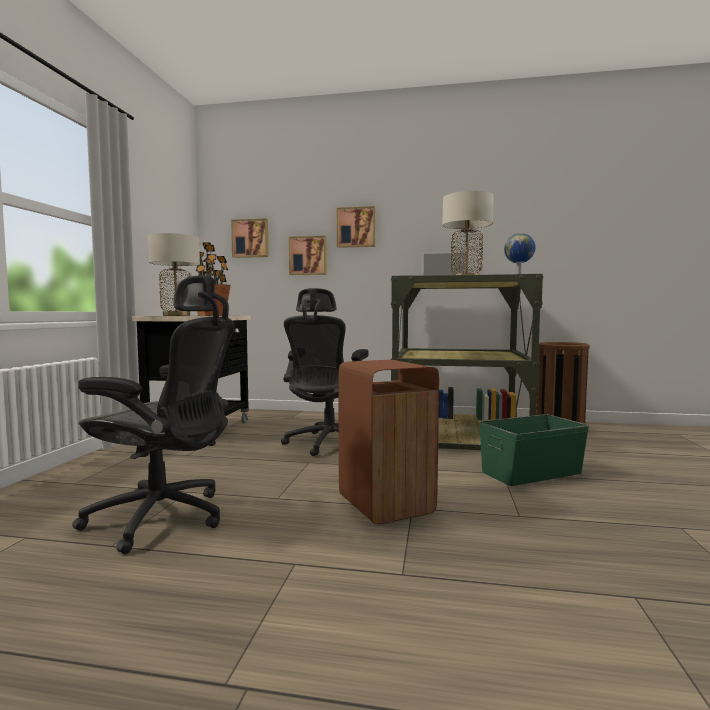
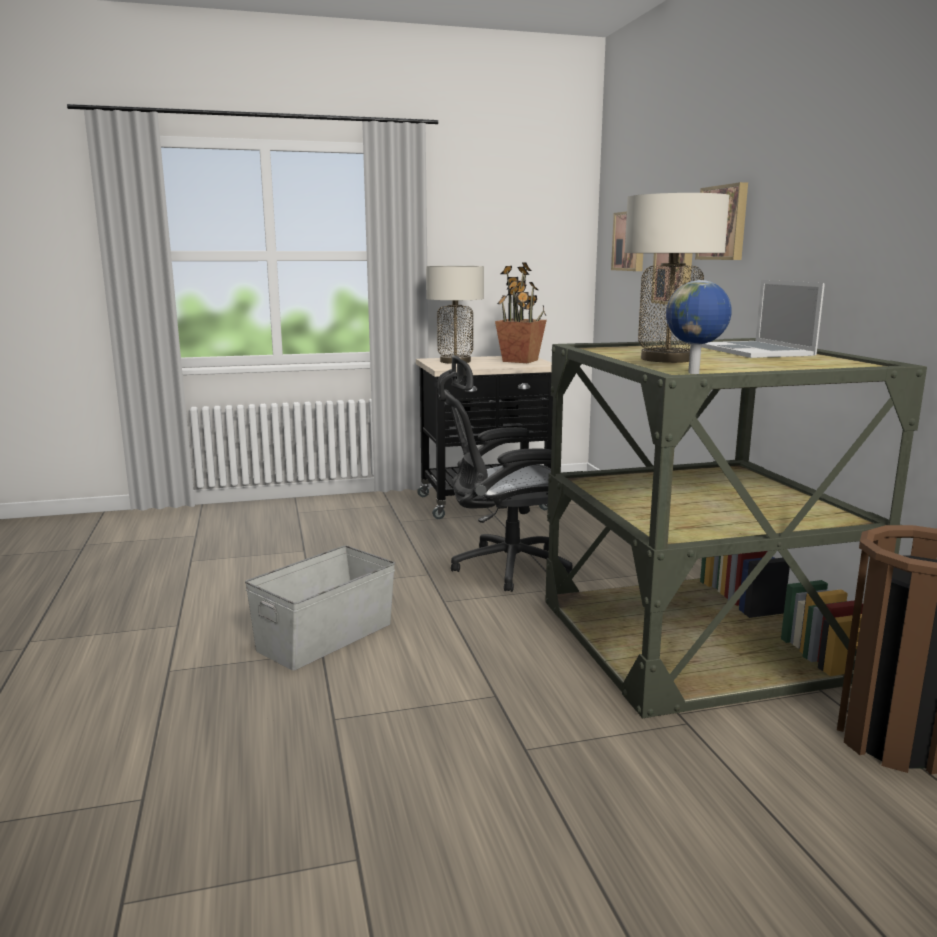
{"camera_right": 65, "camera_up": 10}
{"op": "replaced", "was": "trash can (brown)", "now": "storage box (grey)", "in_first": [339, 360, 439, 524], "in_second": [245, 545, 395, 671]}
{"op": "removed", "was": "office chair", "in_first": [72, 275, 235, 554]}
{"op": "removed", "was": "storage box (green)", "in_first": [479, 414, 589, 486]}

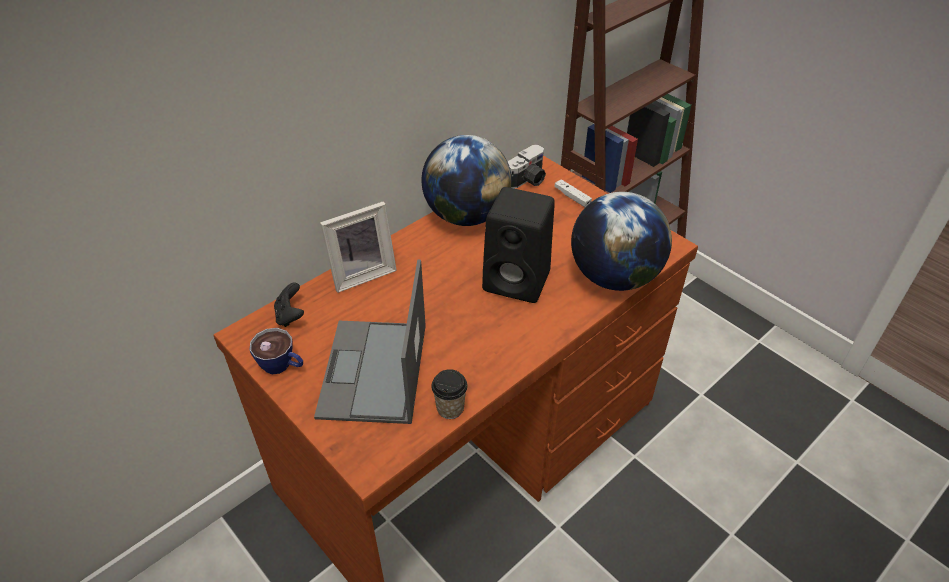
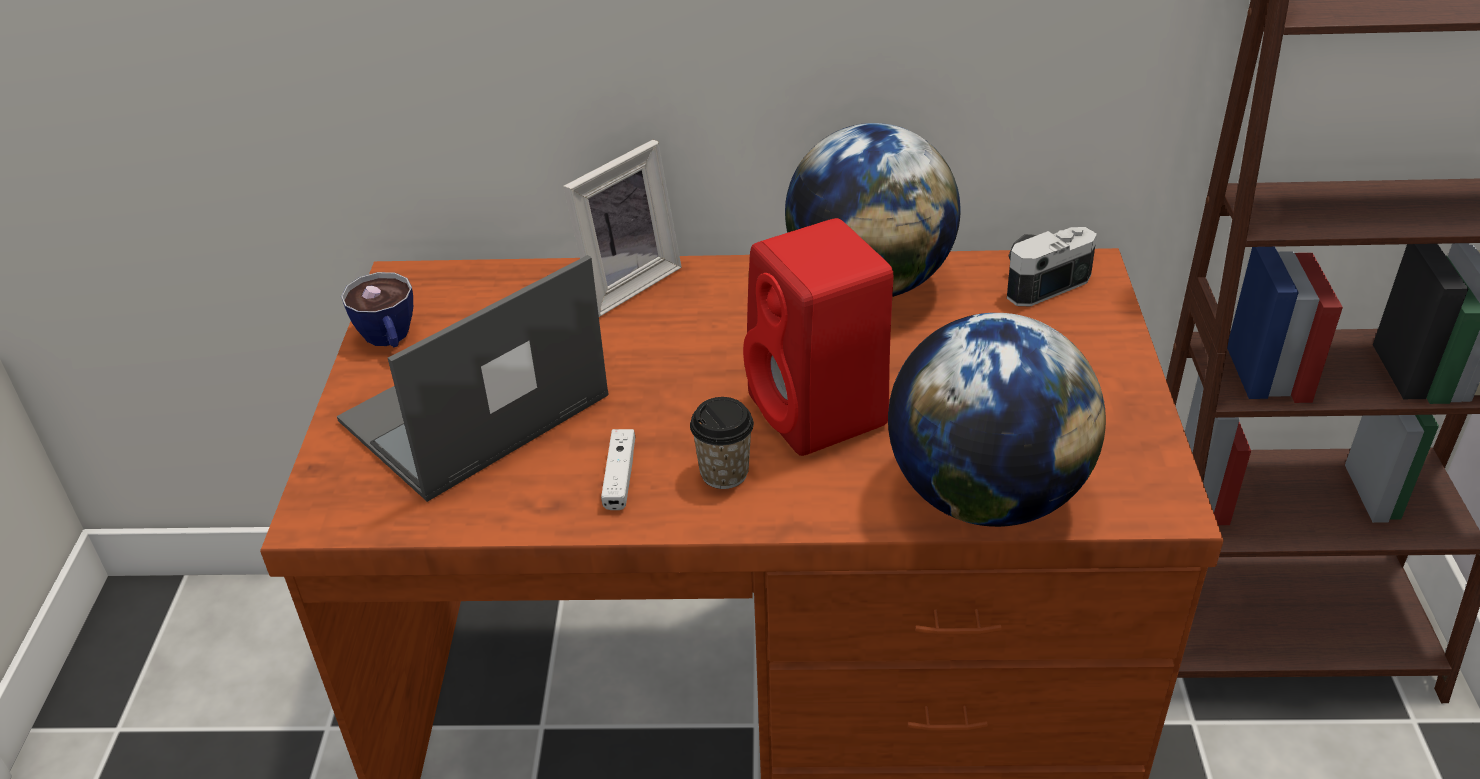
{"camera_right": 45, "camera_up": -5}
{"op": "turned", "was": "picture frame", "in_first": [320, 201, 397, 293], "in_second": [563, 140, 682, 317], "clockwise": -60}
{"op": "moved", "was": "game controller (white)", "in_first": [554, 179, 592, 207], "in_second": [601, 429, 635, 510]}
{"op": "moved", "was": "cup", "in_first": [431, 369, 468, 419], "in_second": [690, 397, 754, 489]}
{"op": "recoloured", "was": "speaker (black)", "now": "speaker (red)", "in_first": [482, 187, 555, 303], "in_second": [743, 218, 893, 456]}
{"op": "turned", "was": "photo camera", "in_first": [507, 145, 546, 188], "in_second": [1007, 227, 1097, 306], "clockwise": 150}
{"op": "removed", "was": "game controller (black)", "in_first": [274, 282, 304, 327]}

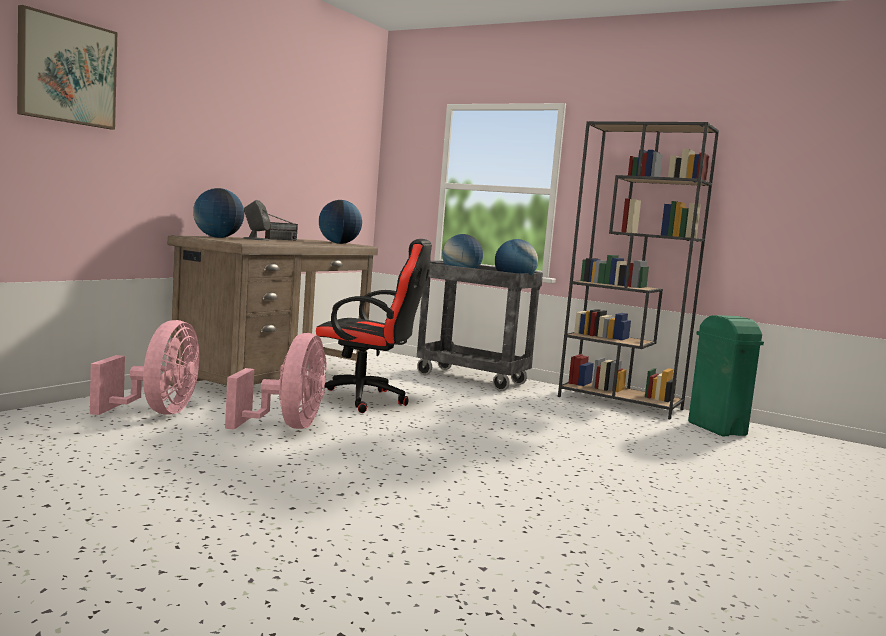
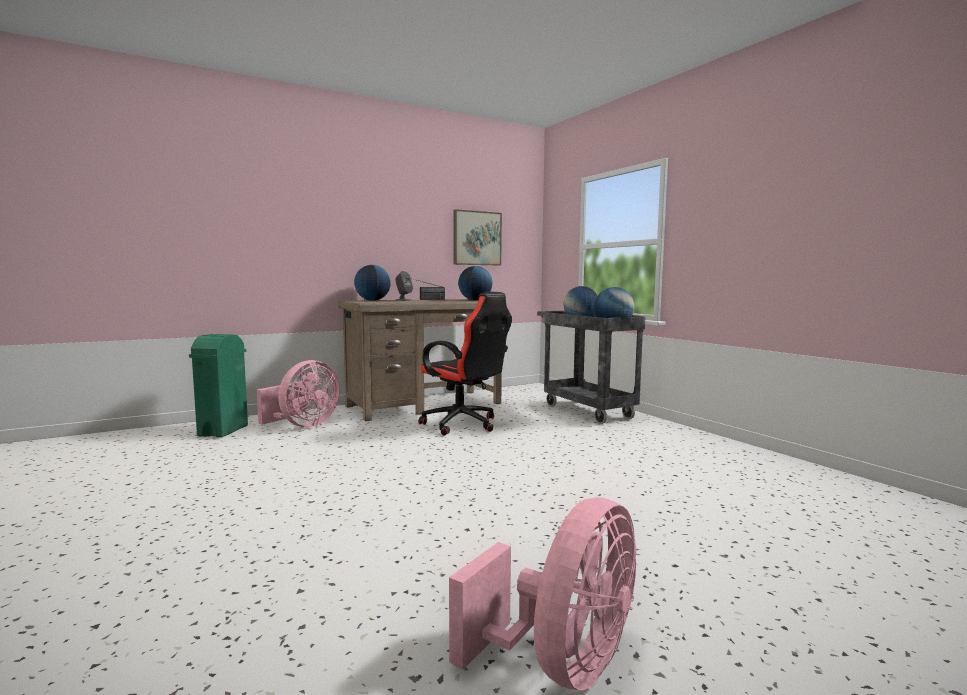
{"camera_right": 30, "camera_up": 0}
{"op": "moved", "was": "trash can (green)", "in_first": [688, 315, 764, 436], "in_second": [189, 334, 248, 438]}
{"op": "moved", "was": "fan (pink)", "in_first": [225, 333, 327, 430], "in_second": [449, 497, 636, 690]}
{"op": "moved", "was": "picture", "in_first": [17, 5, 117, 129], "in_second": [453, 209, 502, 265]}
{"op": "removed", "was": "bookcase", "in_first": [558, 121, 719, 420]}

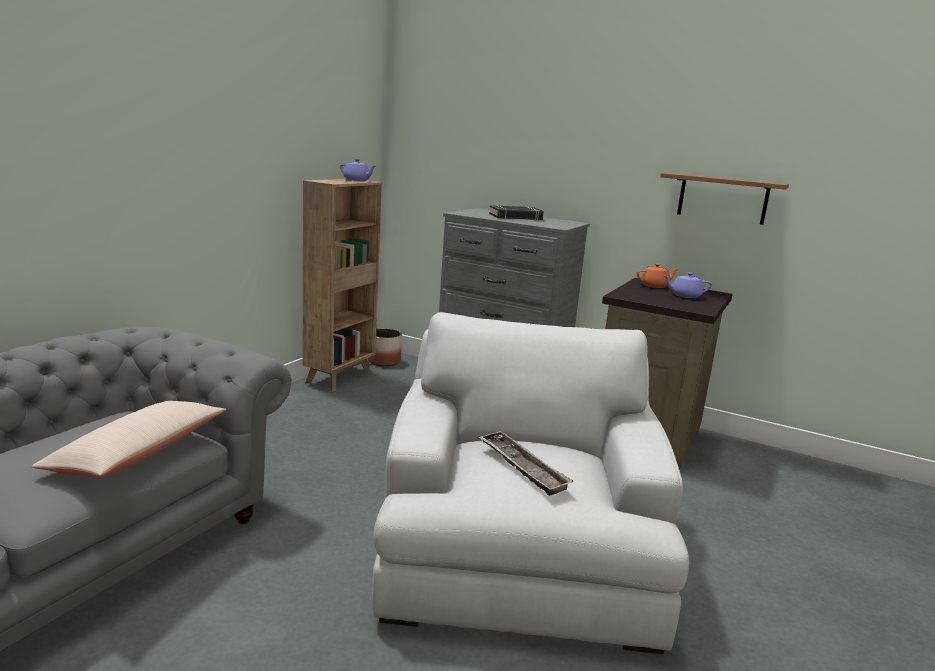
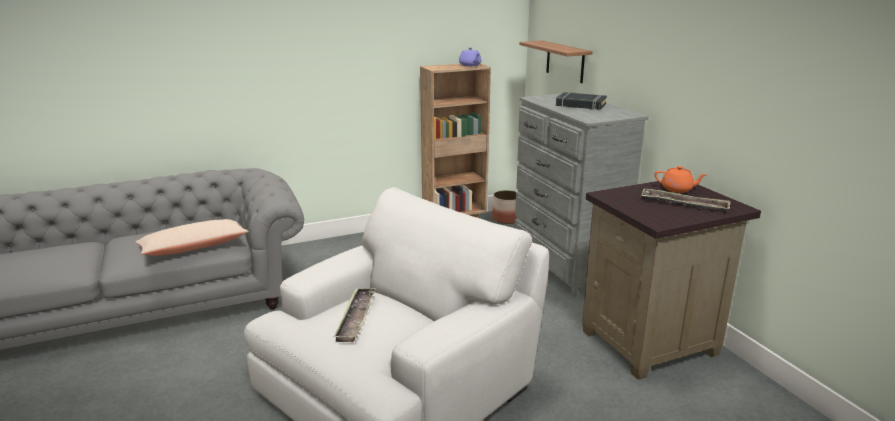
{"camera_right": 40, "camera_up": 5}
{"op": "moved", "was": "shelf", "in_first": [660, 172, 789, 225], "in_second": [519, 41, 592, 83]}
{"op": "replaced", "was": "teapot (purple)", "now": "tray", "in_first": [663, 272, 712, 298], "in_second": [641, 189, 731, 214]}

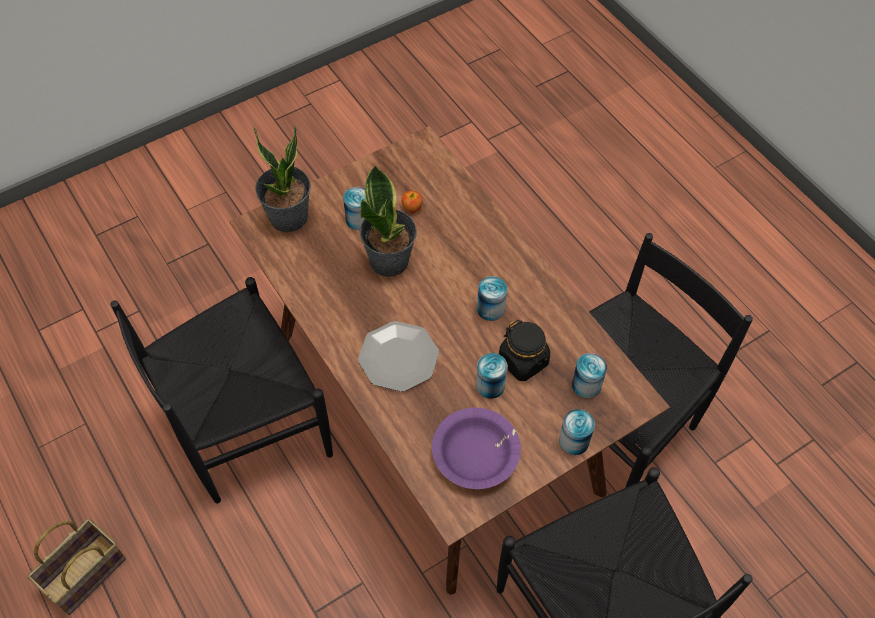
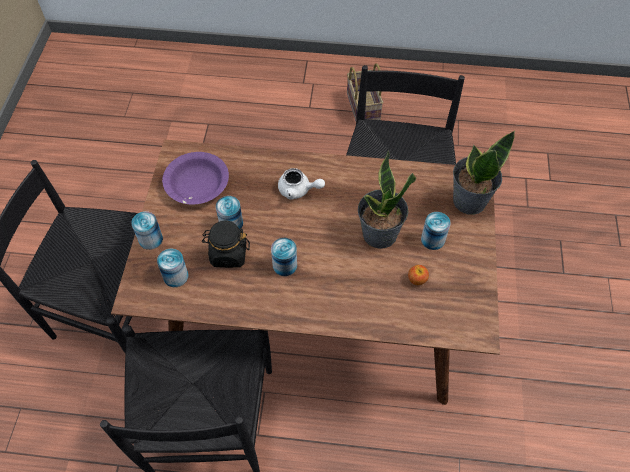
{"camera_right": 130, "camera_up": 0}
{"op": "replaced", "was": "plate", "now": "teapot (white)", "in_first": [358, 321, 439, 392], "in_second": [278, 168, 325, 200]}

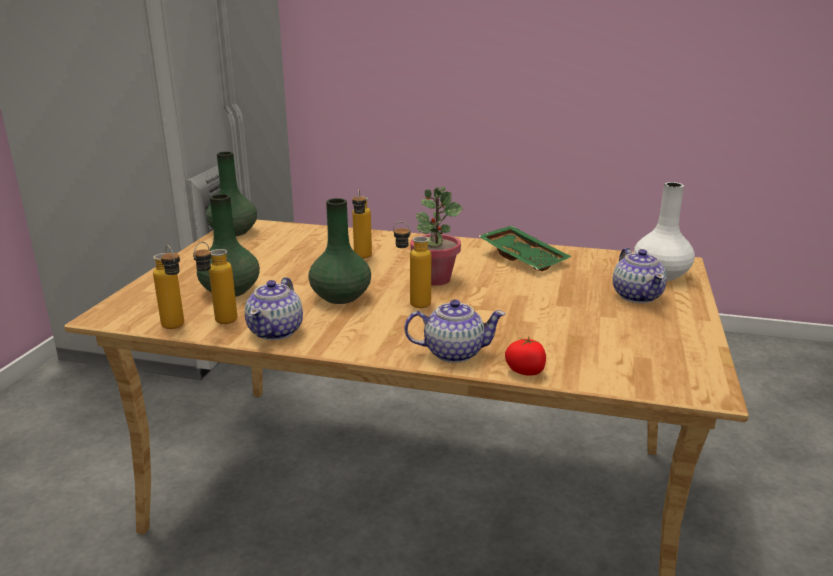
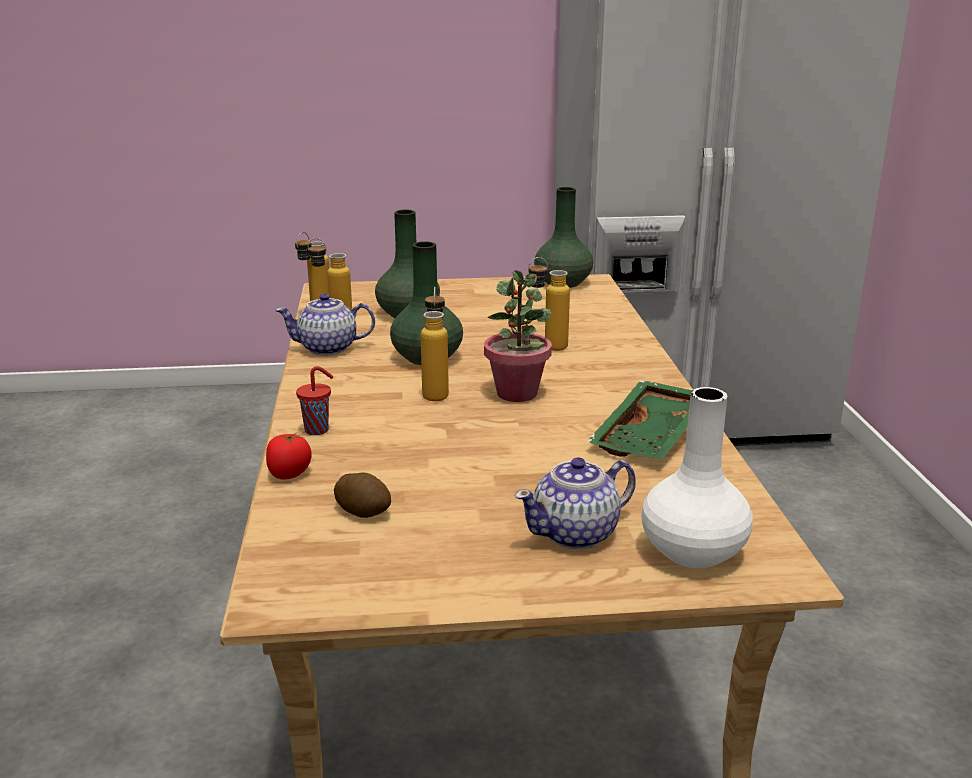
{"camera_right": 70, "camera_up": 0}
{"op": "replaced", "was": "teapot", "now": "cup (red)", "in_first": [404, 299, 506, 363], "in_second": [296, 366, 333, 435]}
{"op": "added", "now": "potato", "in_second": [334, 473, 391, 518]}

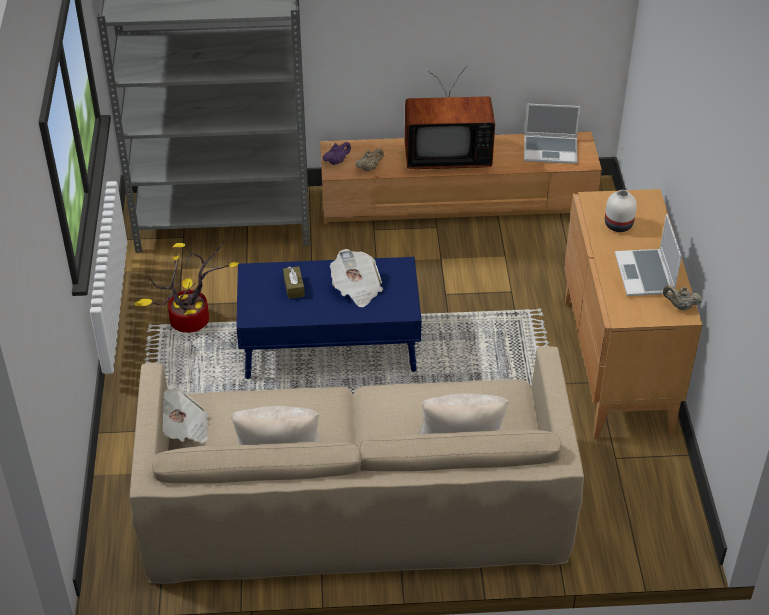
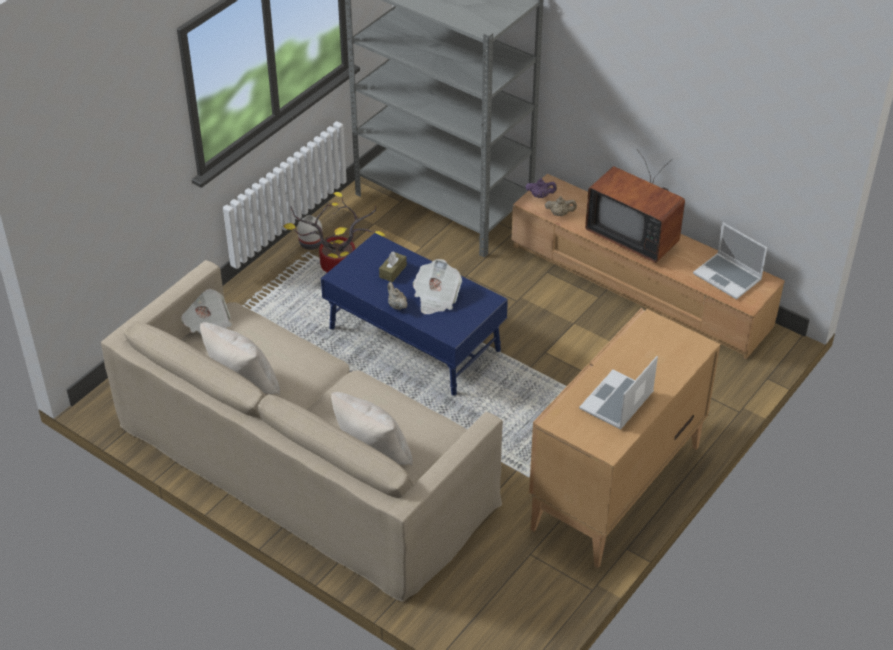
{"camera_right": 40, "camera_up": 0}
{"op": "moved", "was": "vase (white)", "in_first": [605, 190, 637, 232], "in_second": [298, 215, 322, 250]}
{"op": "moved", "was": "teapot (beige)", "in_first": [663, 285, 702, 311], "in_second": [388, 282, 408, 310]}

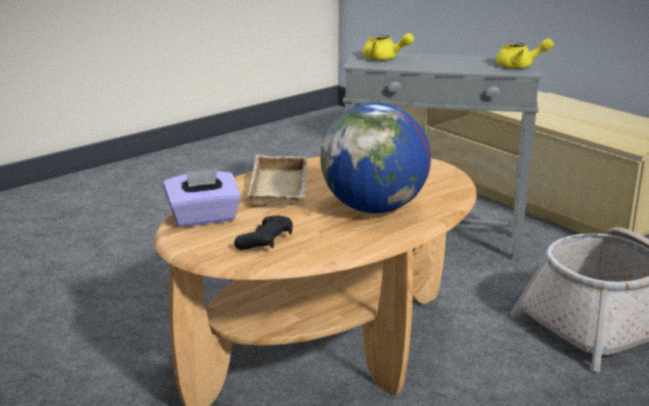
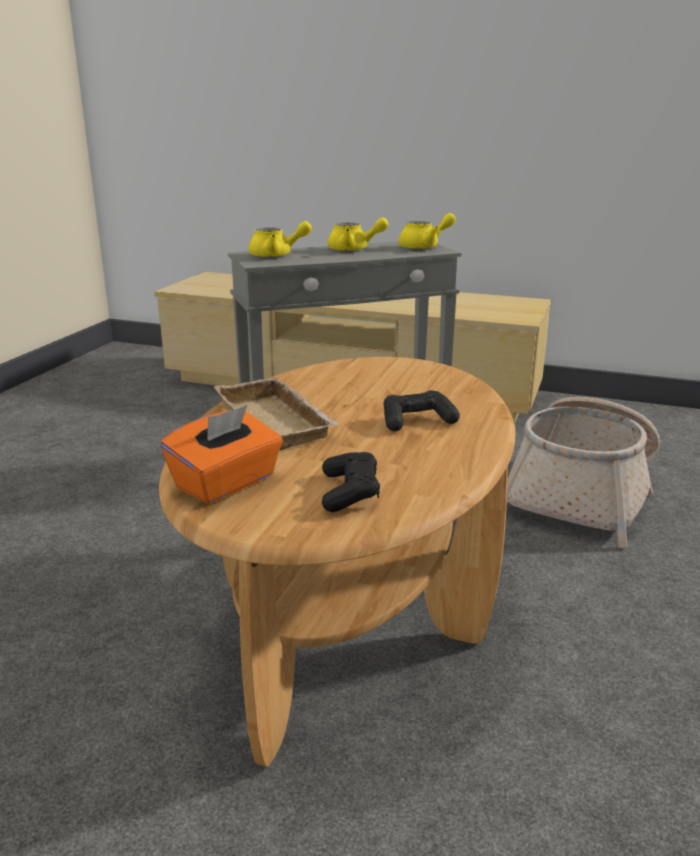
{"camera_right": -30, "camera_up": 0}
{"op": "recoloured", "was": "tissue box (purple)", "now": "tissue box (orange)", "in_first": [163, 169, 241, 227], "in_second": [160, 405, 283, 504]}
{"op": "added", "now": "teapot (yellow)", "in_second": [328, 218, 389, 251]}
{"op": "replaced", "was": "globe", "now": "game controller (black)", "in_first": [320, 103, 431, 213], "in_second": [384, 390, 460, 431]}

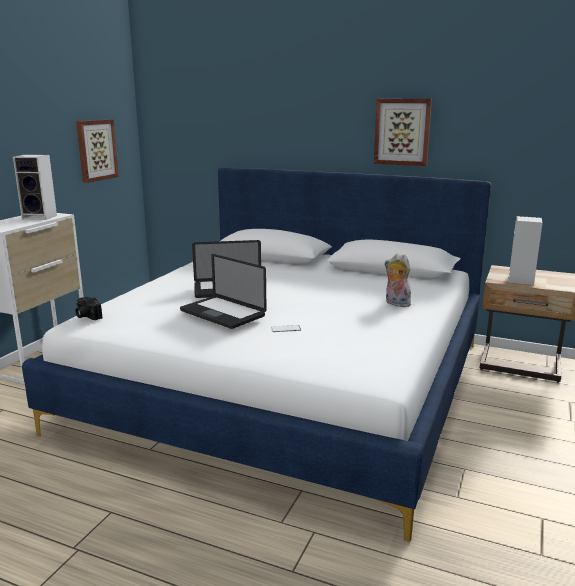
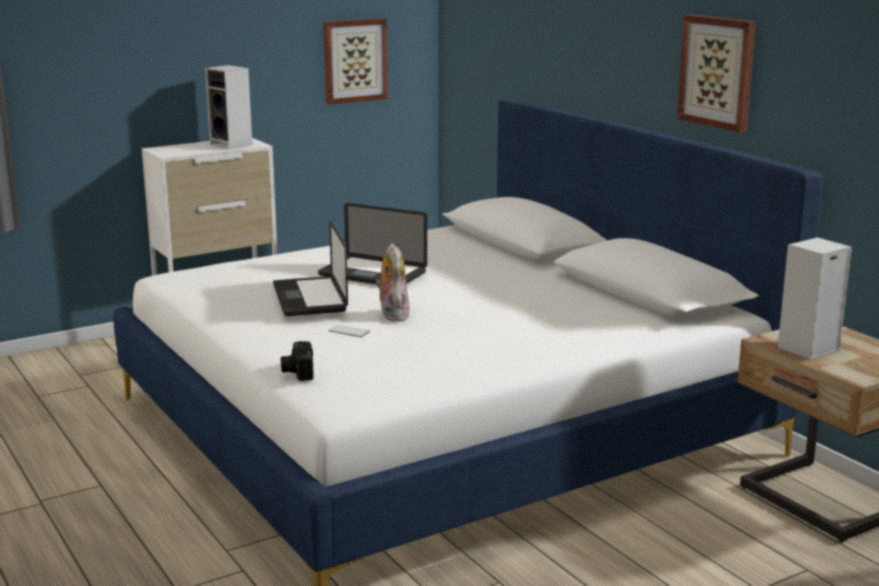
{"camera_right": 35, "camera_up": 0}
{"op": "moved", "was": "photo camera", "in_first": [75, 297, 102, 320], "in_second": [281, 341, 314, 381]}
{"op": "moved", "was": "plush toy", "in_first": [384, 253, 411, 307], "in_second": [375, 243, 410, 321]}

